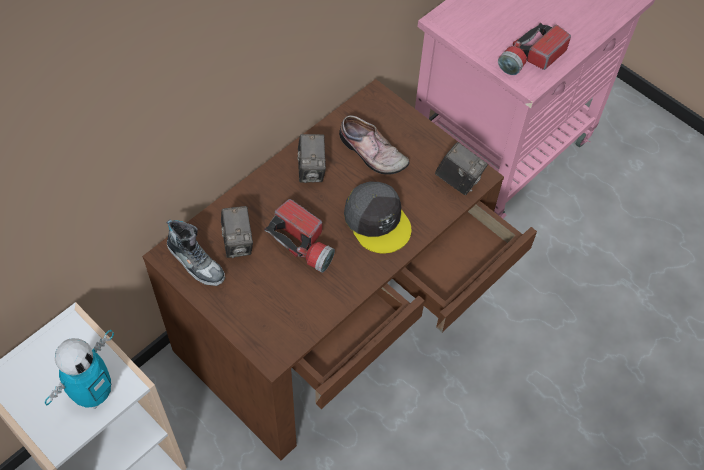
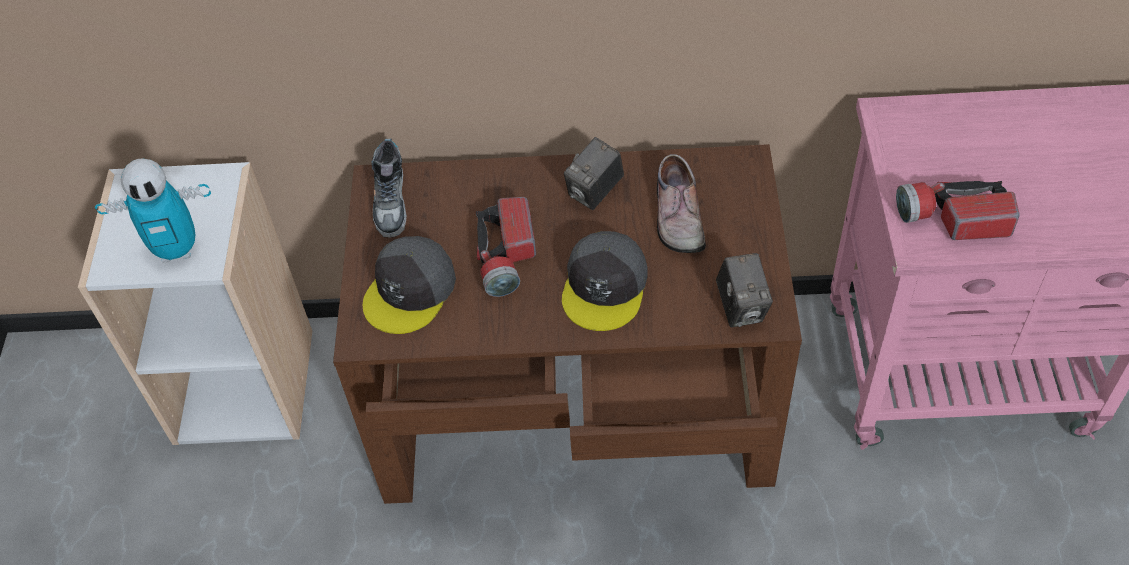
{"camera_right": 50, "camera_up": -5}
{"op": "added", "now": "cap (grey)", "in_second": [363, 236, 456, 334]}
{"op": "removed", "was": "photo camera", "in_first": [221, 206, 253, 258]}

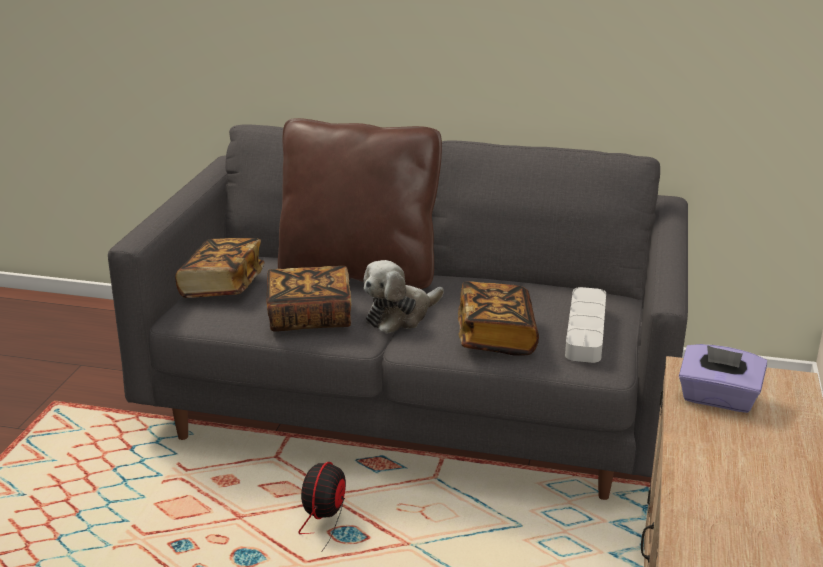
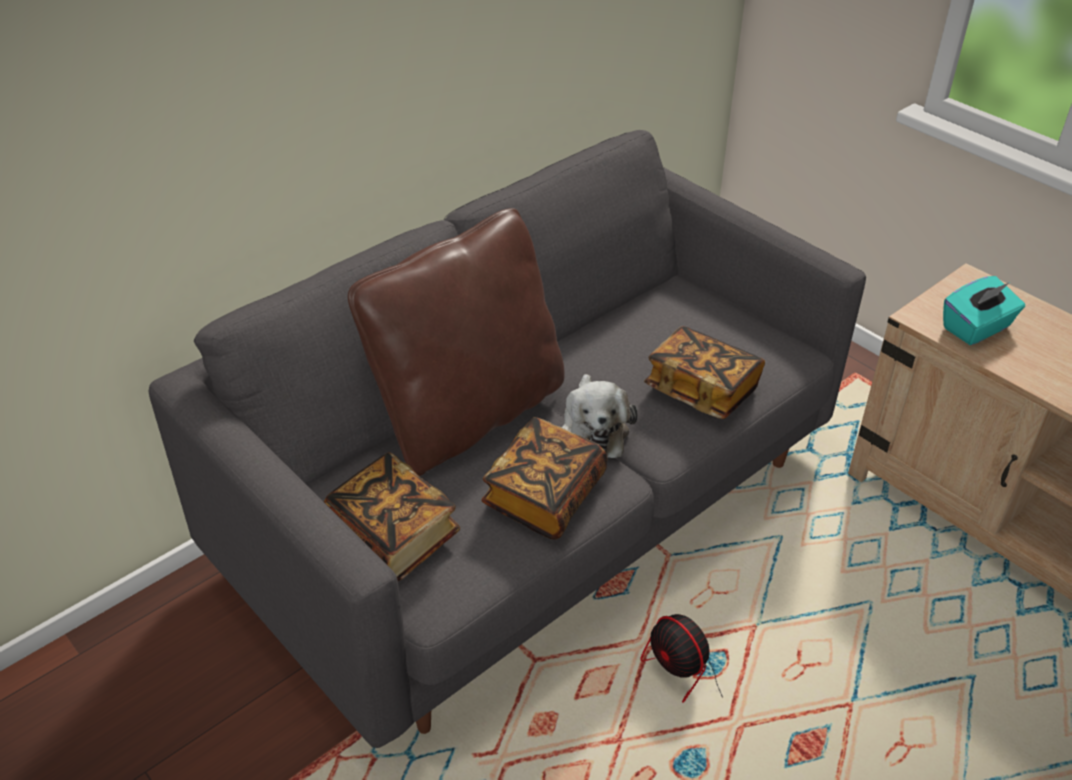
{"camera_right": -55, "camera_up": 15}
{"op": "recoloured", "was": "tissue box (purple)", "now": "tissue box (turquoise)", "in_first": [679, 344, 767, 413], "in_second": [943, 276, 1025, 345]}
{"op": "removed", "was": "tray (grey)", "in_first": [565, 287, 606, 363]}

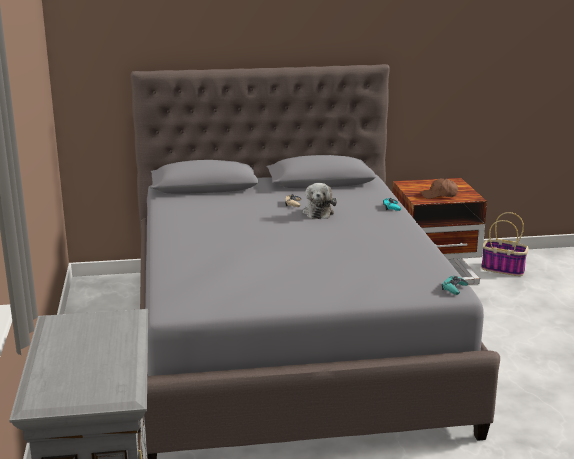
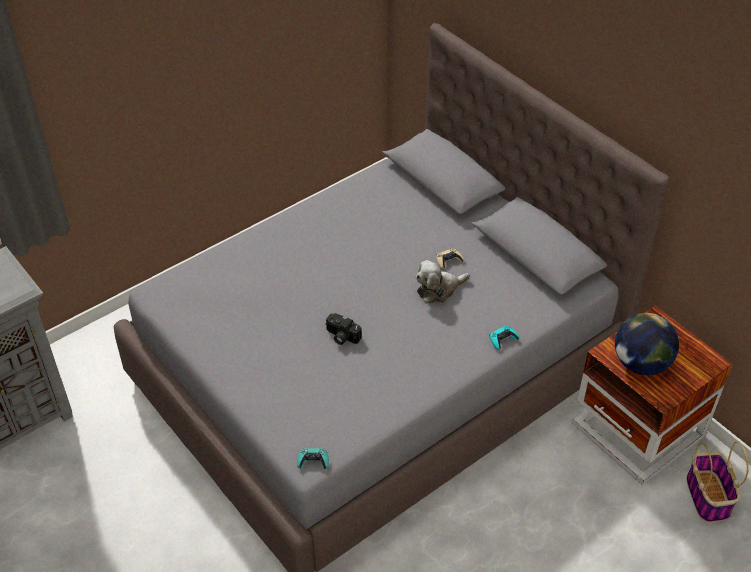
{"camera_right": 60, "camera_up": 25}
{"op": "added", "now": "photo camera", "in_second": [325, 313, 362, 345]}
{"op": "replaced", "was": "cap (brown)", "now": "globe", "in_first": [421, 178, 458, 199], "in_second": [615, 313, 679, 375]}

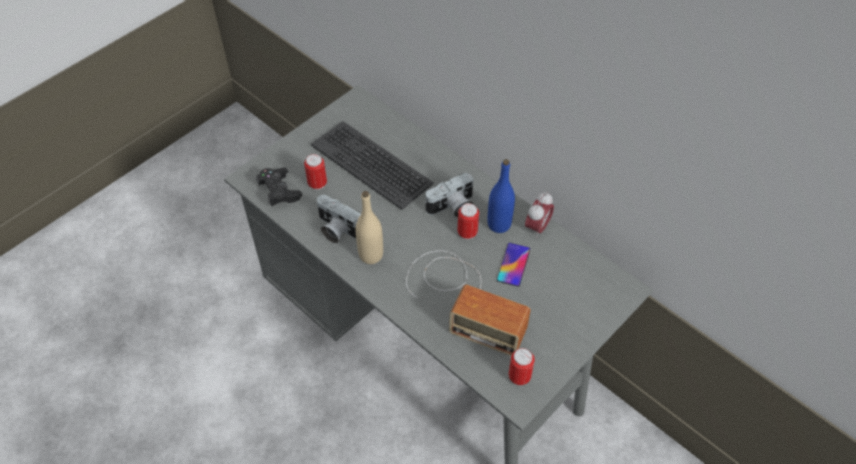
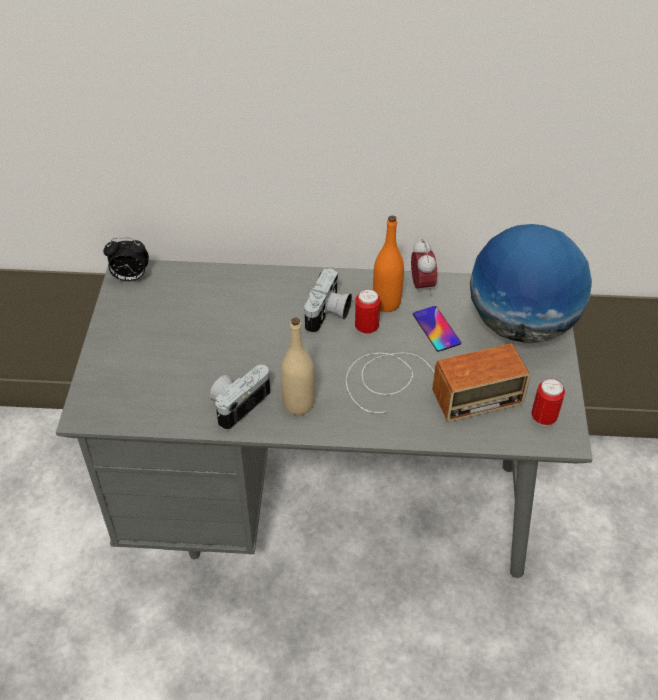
{"camera_right": -40, "camera_up": -5}
{"op": "added", "now": "alarm clock", "in_second": [103, 237, 149, 281]}
{"op": "turned", "was": "photo camera", "in_first": [317, 195, 361, 243], "in_second": [209, 365, 270, 431], "clockwise": 135}
{"op": "recoloured", "was": "bottle (blue)", "now": "bottle (orange)", "in_first": [487, 159, 515, 233], "in_second": [373, 216, 404, 312]}
{"op": "added", "now": "globe", "in_second": [470, 224, 592, 343]}
{"op": "removed", "was": "game controller (black)", "in_first": [256, 168, 302, 206]}
{"op": "removed", "was": "can", "in_first": [304, 154, 327, 190]}
{"op": "removed", "was": "keyboard", "in_first": [311, 121, 434, 210]}

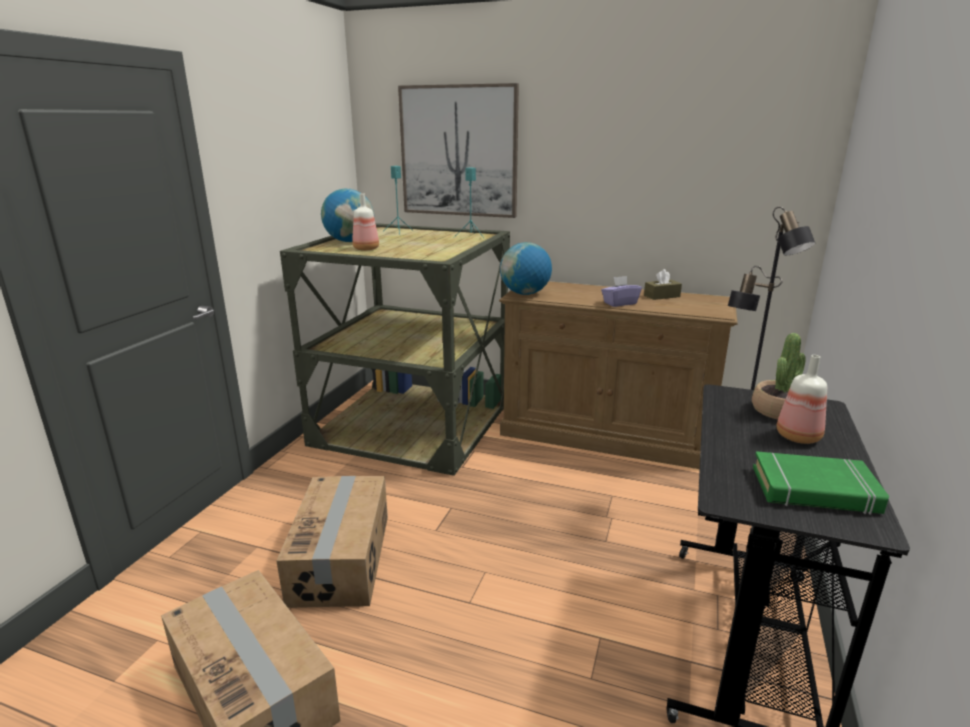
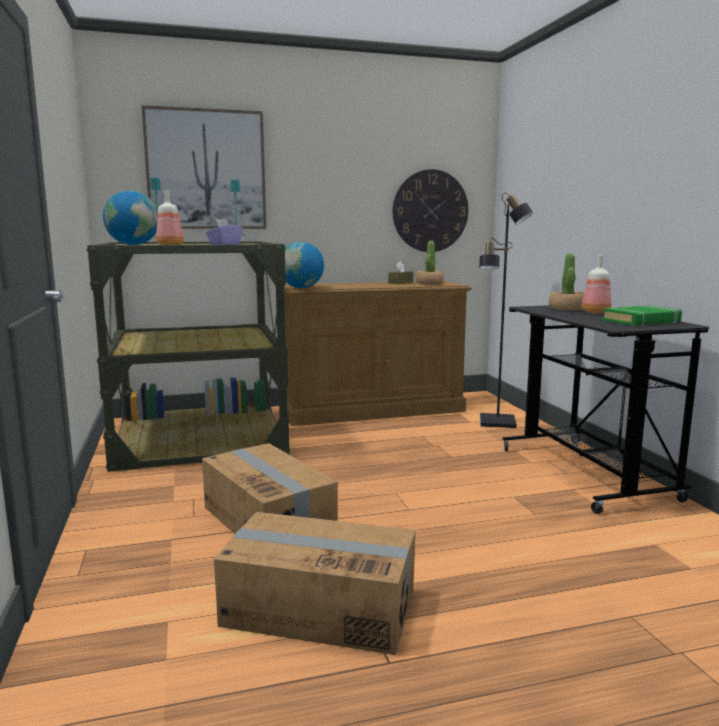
{"camera_right": -35, "camera_up": -10}
{"op": "moved", "was": "tissue box (purple)", "in_first": [601, 276, 642, 307], "in_second": [206, 219, 242, 245]}
{"op": "added", "now": "wall clock", "in_second": [393, 169, 469, 252]}
{"op": "added", "now": "potted plant", "in_second": [416, 241, 444, 285]}

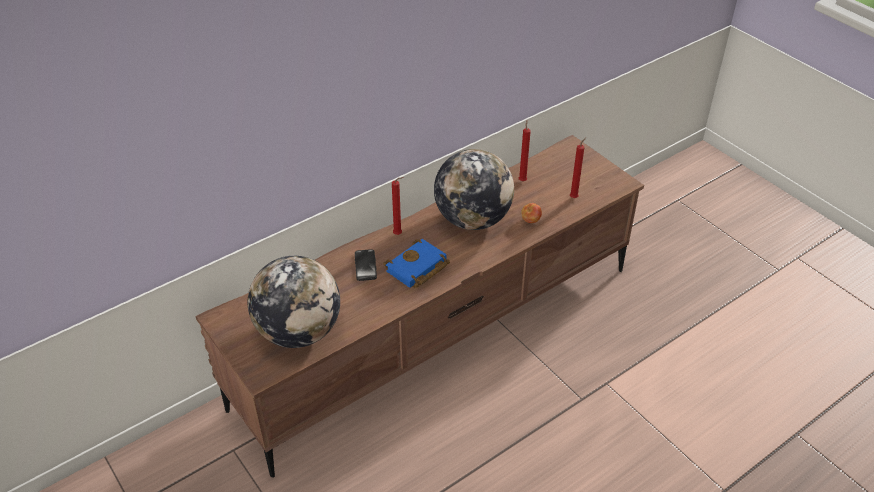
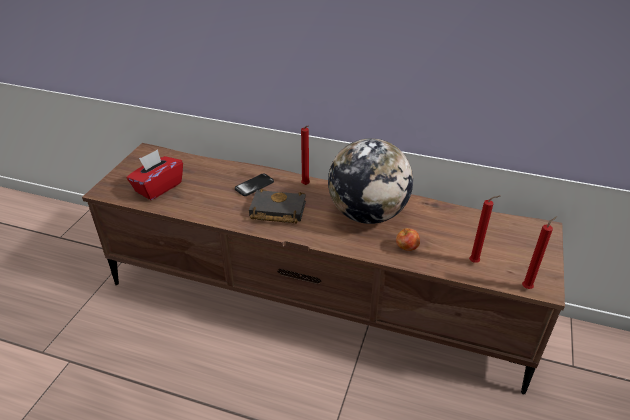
{"camera_right": 55, "camera_up": -5}
{"op": "replaced", "was": "globe", "now": "tissue box (red)", "in_first": [248, 256, 340, 348], "in_second": [126, 149, 183, 200]}
{"op": "recoloured", "was": "book (blue)", "now": "book (black)", "in_first": [383, 239, 450, 288], "in_second": [249, 189, 306, 223]}
{"op": "moved", "was": "candle (red)", "in_first": [519, 120, 531, 181], "in_second": [522, 216, 557, 289]}

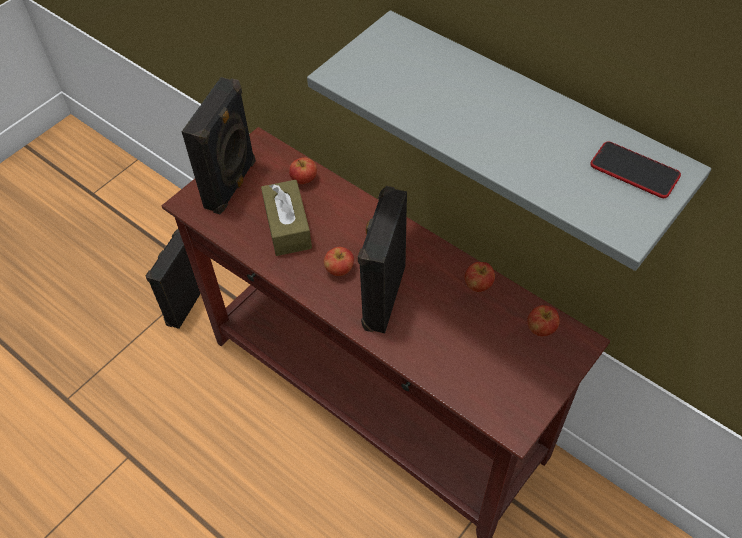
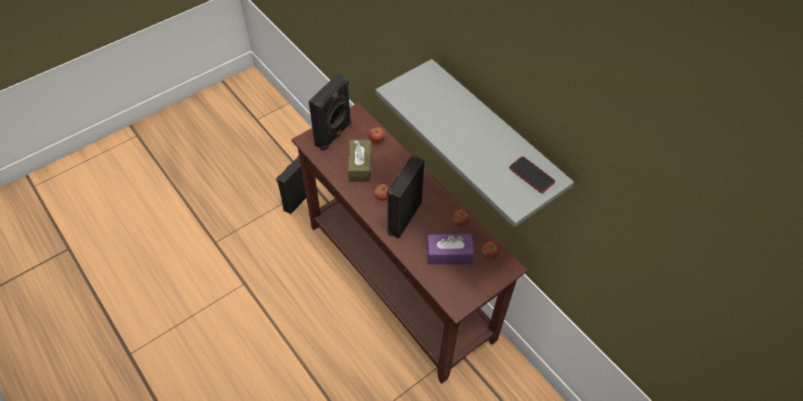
{"camera_right": 10, "camera_up": 0}
{"op": "added", "now": "tissue box (purple)", "in_second": [427, 234, 474, 265]}

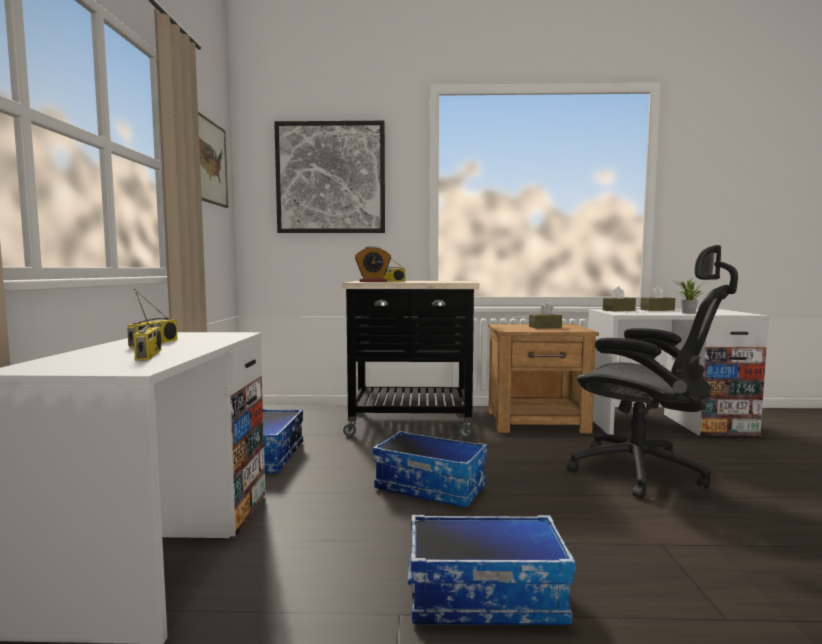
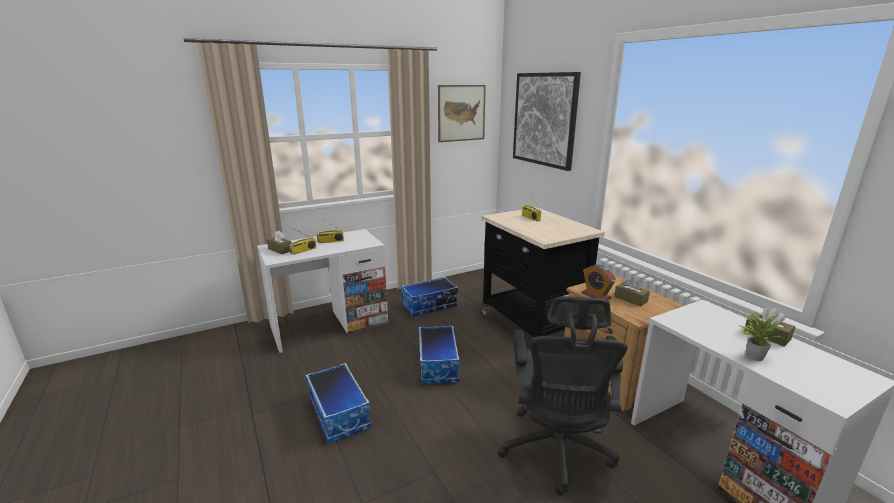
{"camera_right": 60, "camera_up": 15}
{"op": "moved", "was": "tissue box (brown)", "in_first": [603, 286, 636, 312], "in_second": [267, 231, 291, 254]}
{"op": "moved", "was": "alarm clock", "in_first": [355, 246, 391, 282], "in_second": [582, 265, 616, 300]}

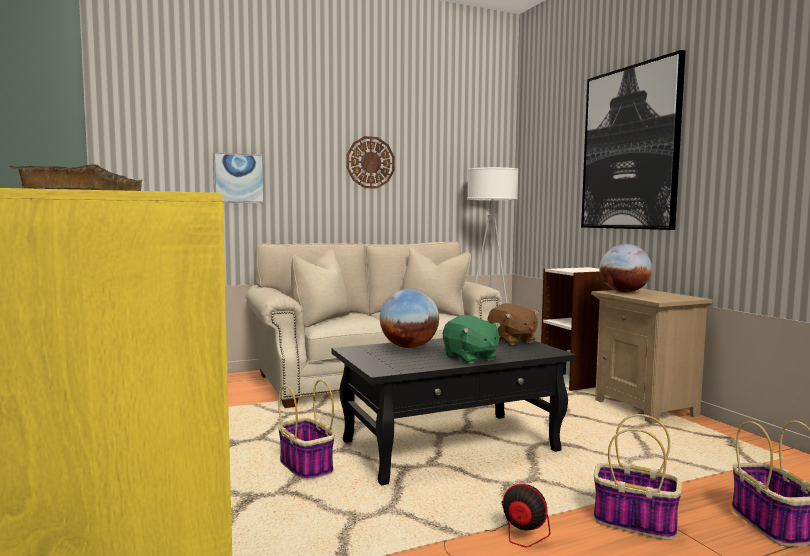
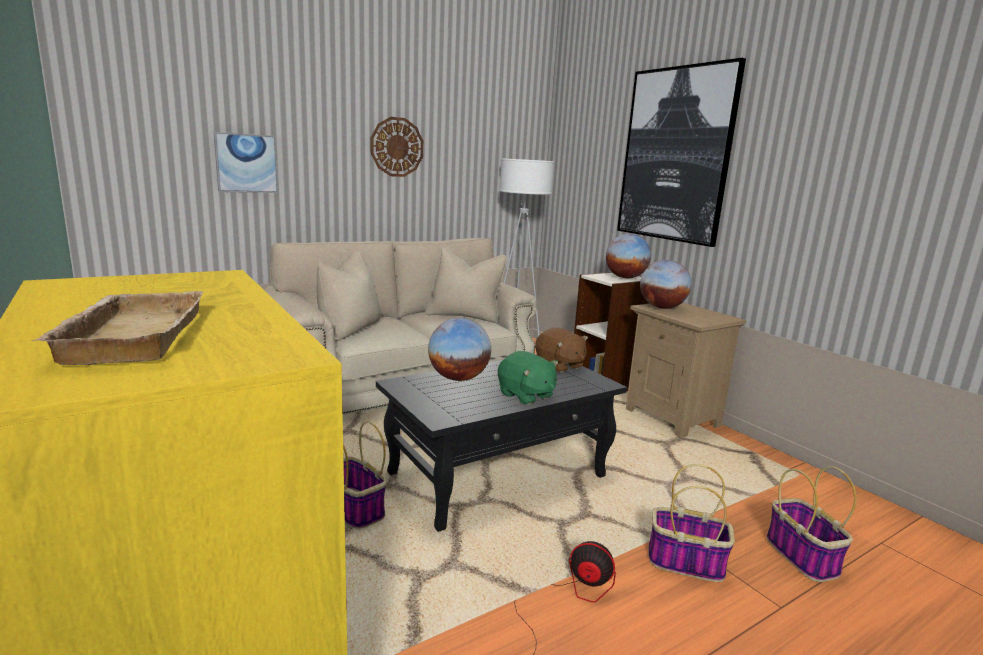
{"camera_right": -10, "camera_up": 10}
{"op": "added", "now": "globe", "in_second": [606, 234, 651, 278]}

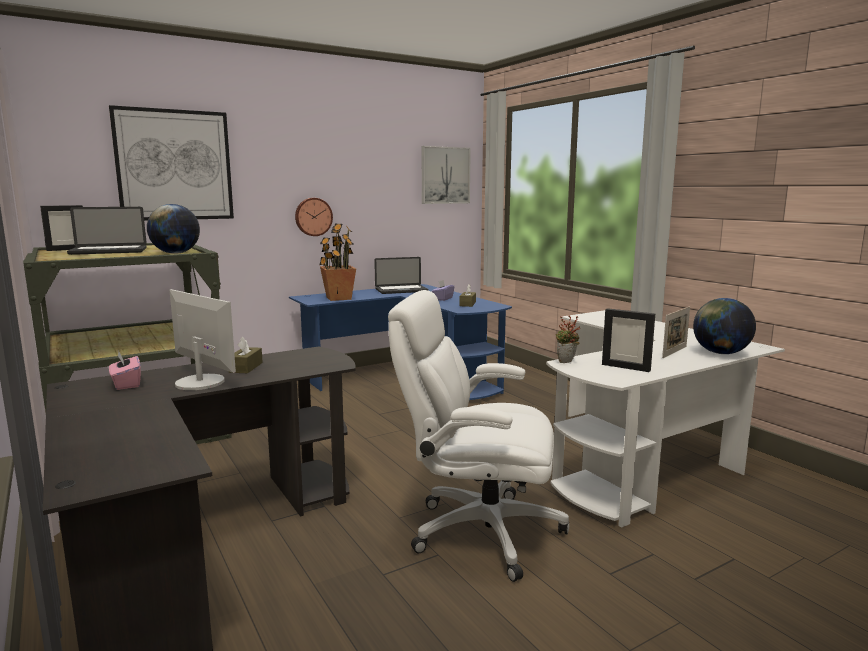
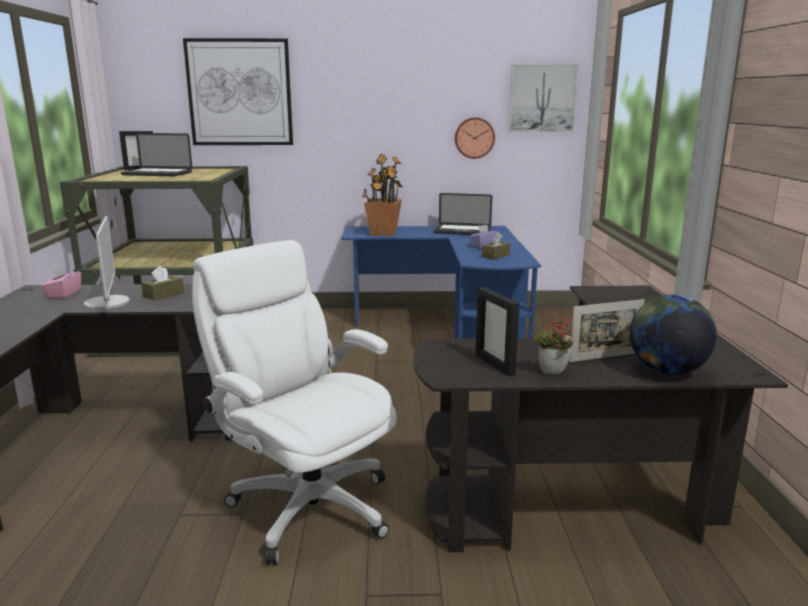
{"camera_right": 30, "camera_up": 5}
{"op": "recoloured", "was": "desk (white)", "now": "desk (black)", "in_first": [546, 310, 785, 528], "in_second": [413, 286, 788, 552]}
{"op": "moved", "was": "wall clock", "in_first": [295, 198, 333, 236], "in_second": [455, 117, 495, 159]}
{"op": "moved", "was": "potted plant", "in_first": [556, 315, 580, 363], "in_second": [535, 311, 574, 374]}
{"op": "removed", "was": "globe", "in_first": [147, 204, 200, 254]}

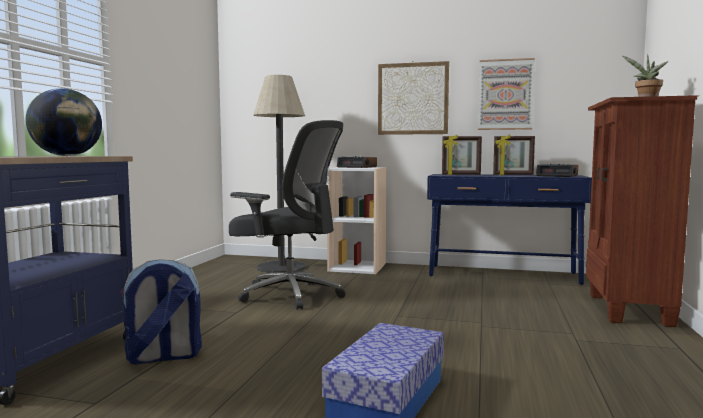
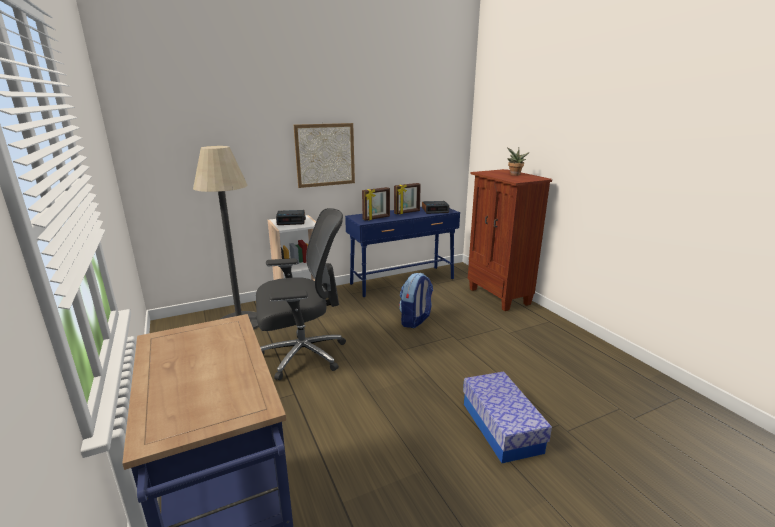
{"camera_right": -40, "camera_up": 15}
{"op": "moved", "was": "backpack", "in_first": [120, 259, 202, 364], "in_second": [399, 273, 433, 328]}
{"op": "removed", "was": "globe", "in_first": [26, 88, 102, 156]}
{"op": "removed", "was": "picture", "in_first": [478, 58, 535, 130]}

